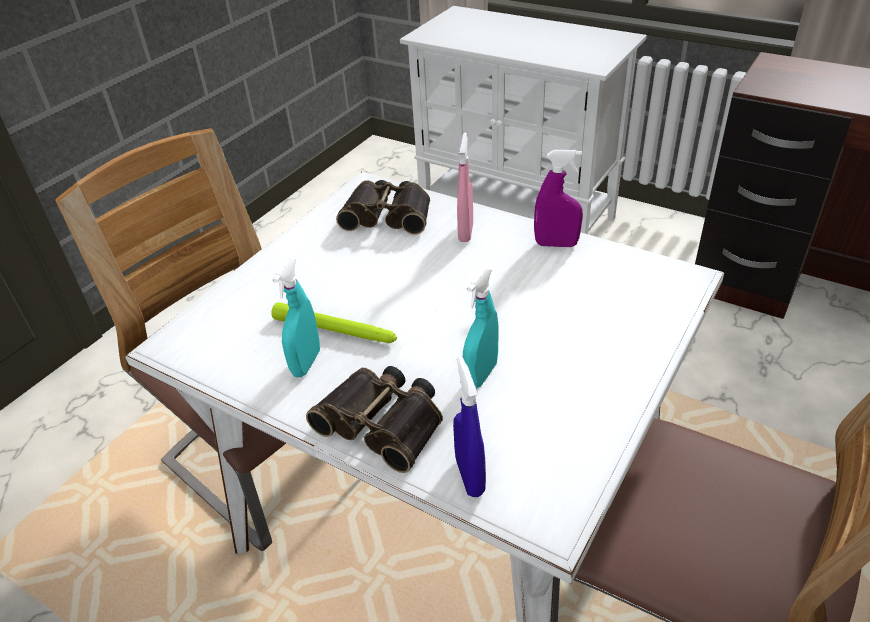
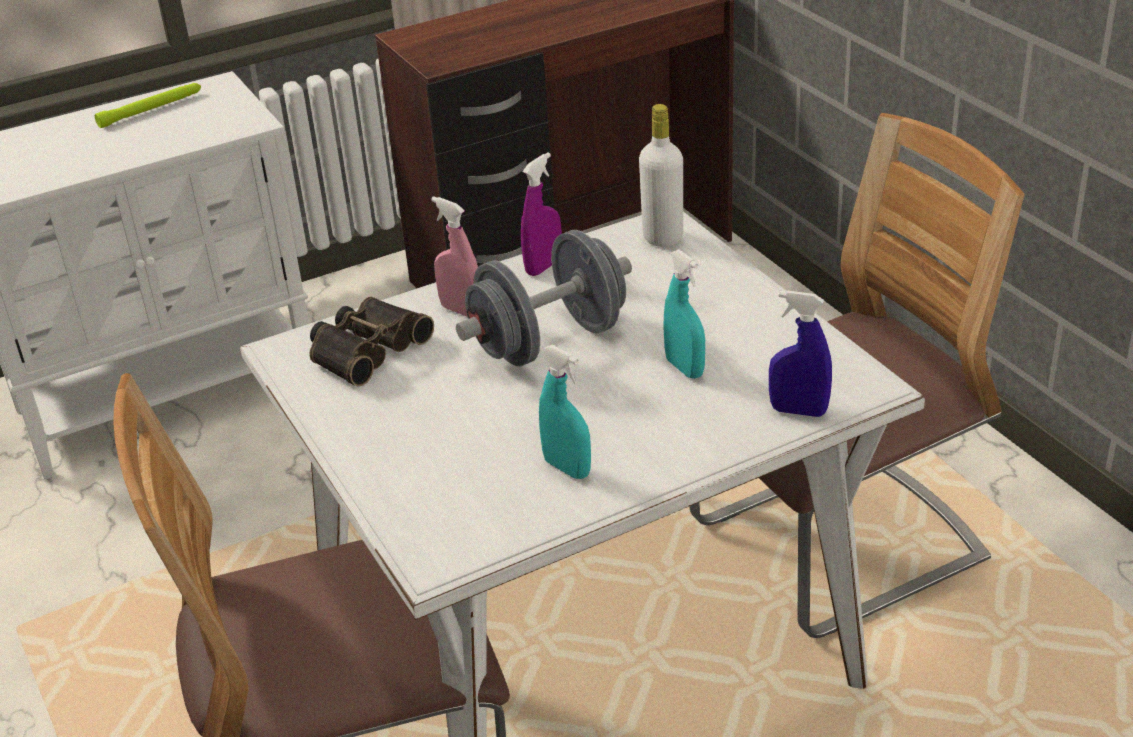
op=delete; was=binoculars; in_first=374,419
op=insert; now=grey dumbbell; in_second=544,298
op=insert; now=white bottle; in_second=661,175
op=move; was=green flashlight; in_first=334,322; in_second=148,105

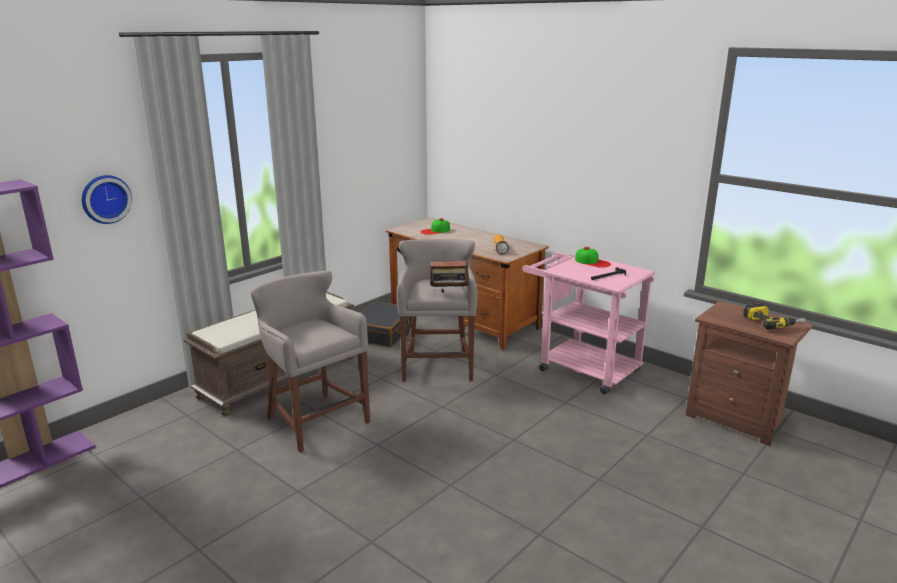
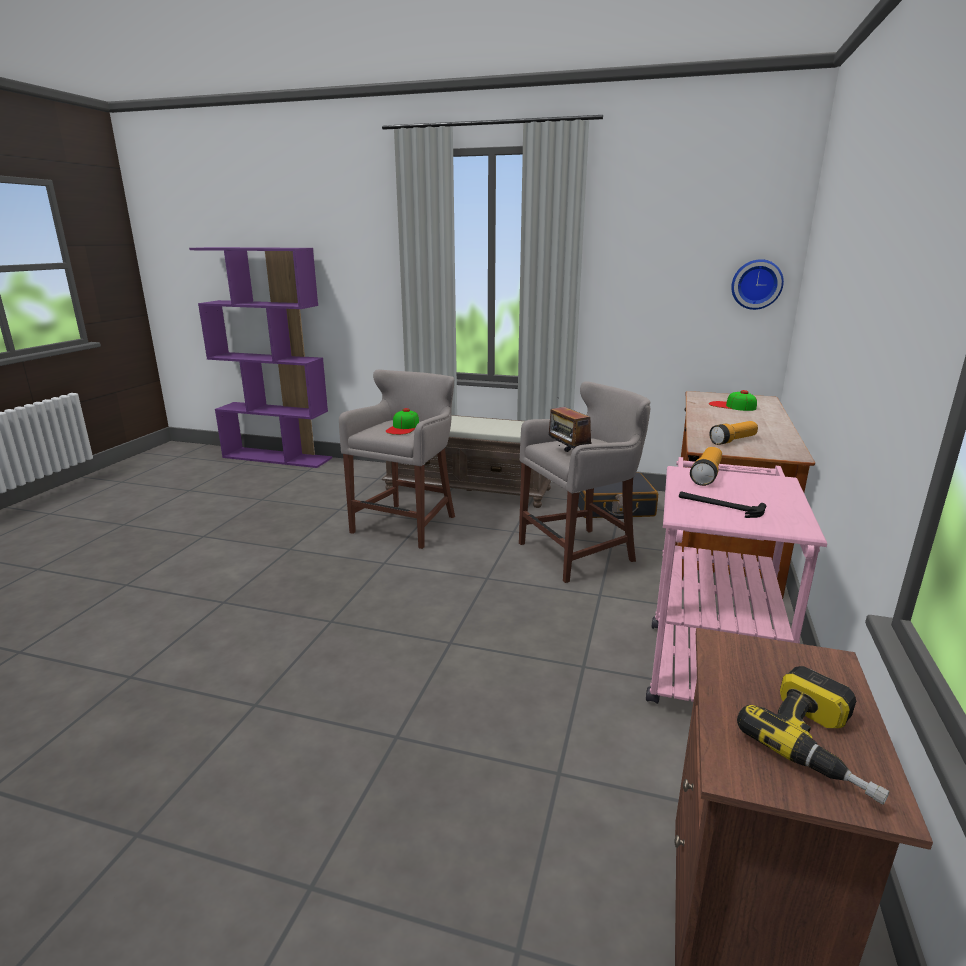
op=insert; now=flashlight; in_second=706,466
op=move; was=wall clock; in_first=107,199; in_second=757,284
op=move; was=cap; in_first=593,257; in_second=402,421

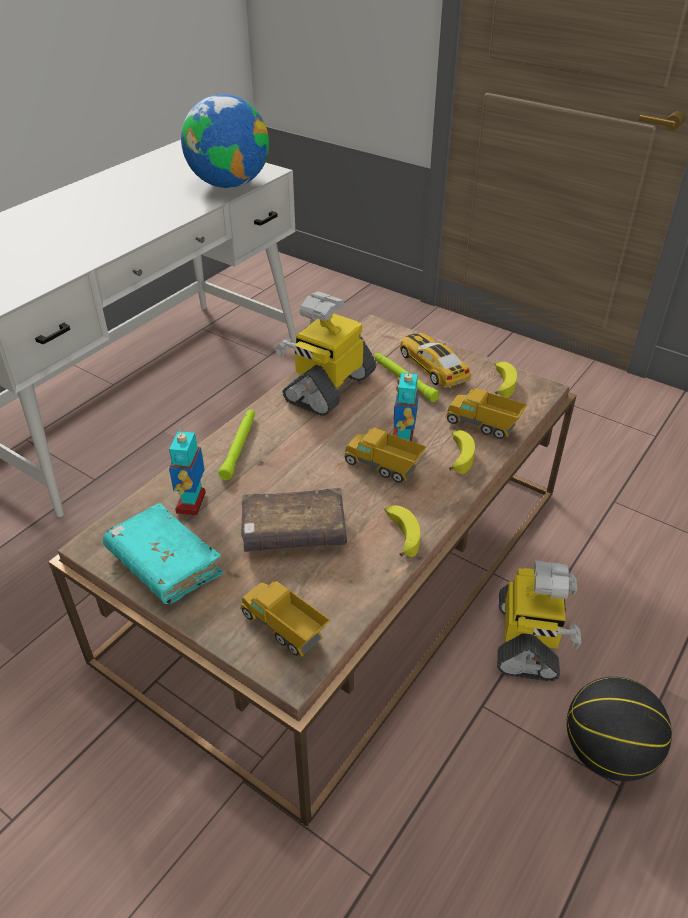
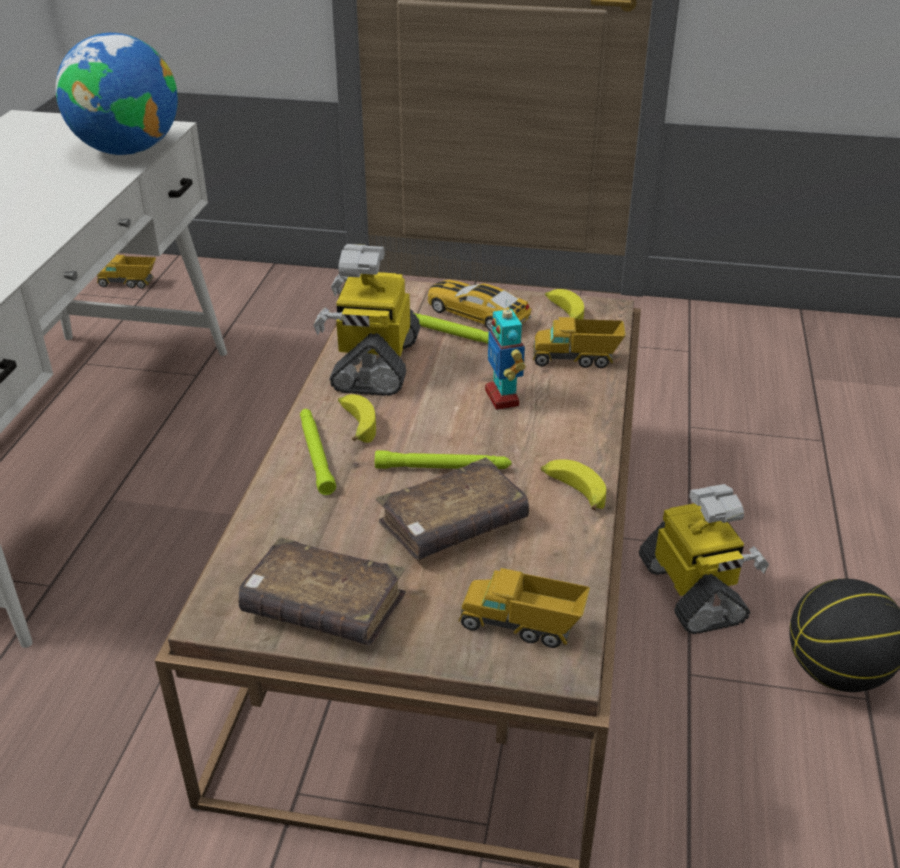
op=delete; was=toy robot; in_first=187,470
op=insert; now=green flashlight; in_second=443,459
op=move; was=toy truck; in_first=384,455; in_second=126,272
op=move; was=banana; in_first=462,452; in_second=357,418
op=recolor; was=turquoise book; now=brown book; in_first=163,553; in_second=322,591

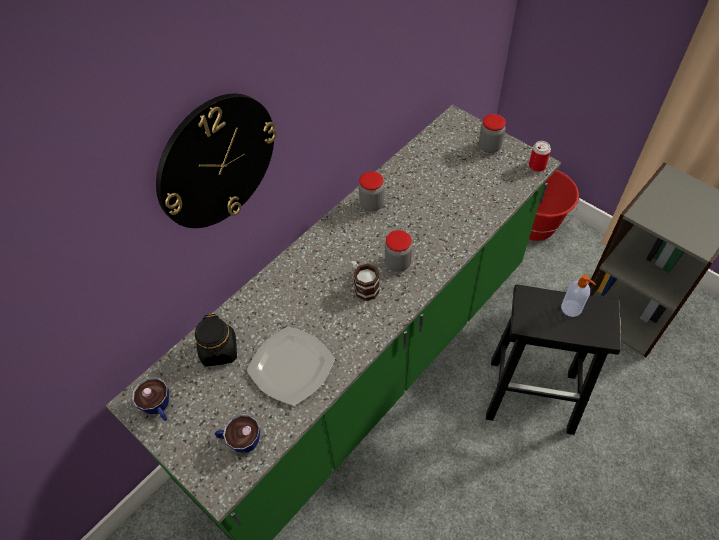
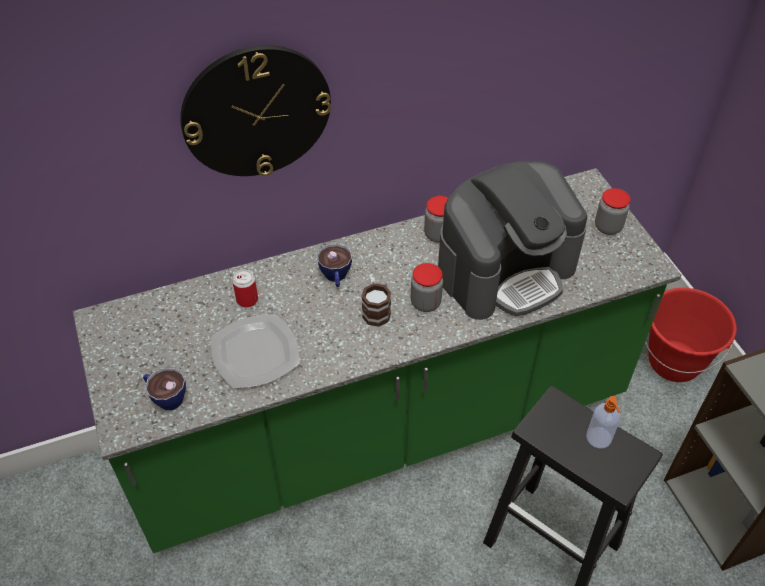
op=delete; was=black jar; in_first=216,340
op=insert; now=coffee machine; in_second=512,240
op=move; was=cup; in_first=150,399; in_second=334,265
op=move; was=can; in_first=540,156; in_second=245,288

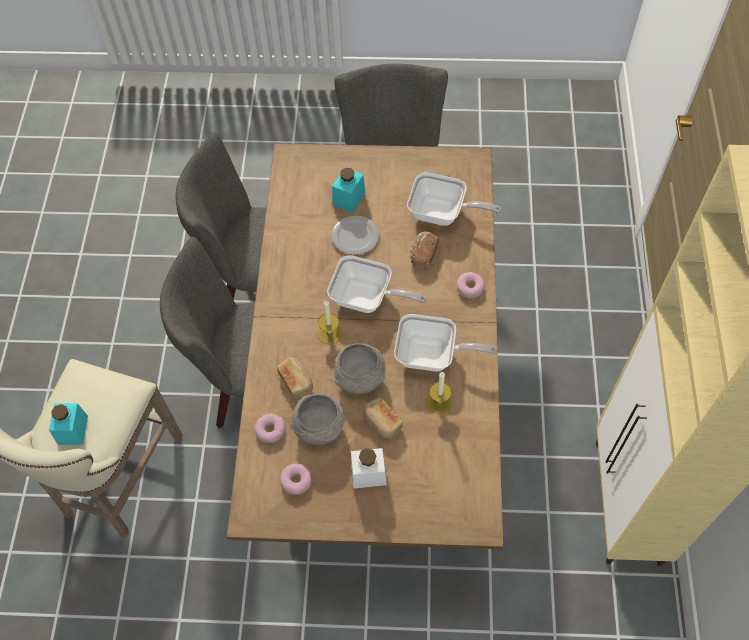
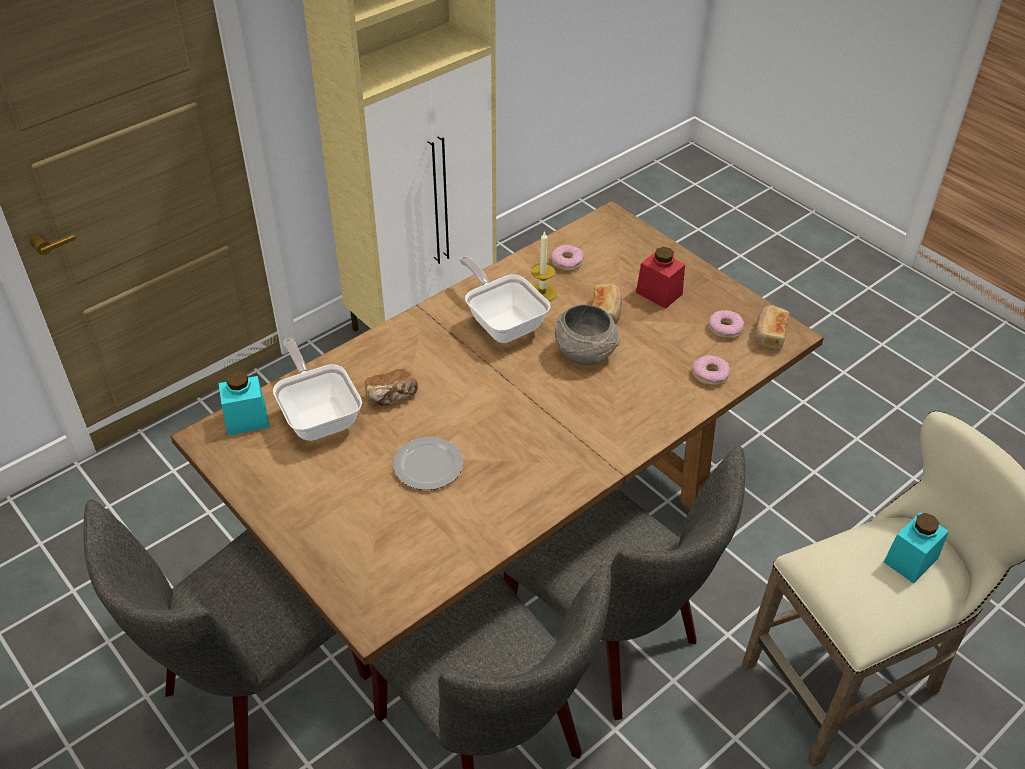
op=delete; was=grey bowl; in_first=317,419
op=delete; was=candle; in_first=330,322
op=delete; was=frying pan; in_first=376,284
op=move; was=bread; in_first=295,378; in_second=772,327
op=move; was=turquoise jar; in_first=348,190; in_second=244,403
op=move; was=donut; in_first=470,285; in_second=567,257
op=recolor; was=white jar; now=red jar; in_first=369,468; in_second=660,278

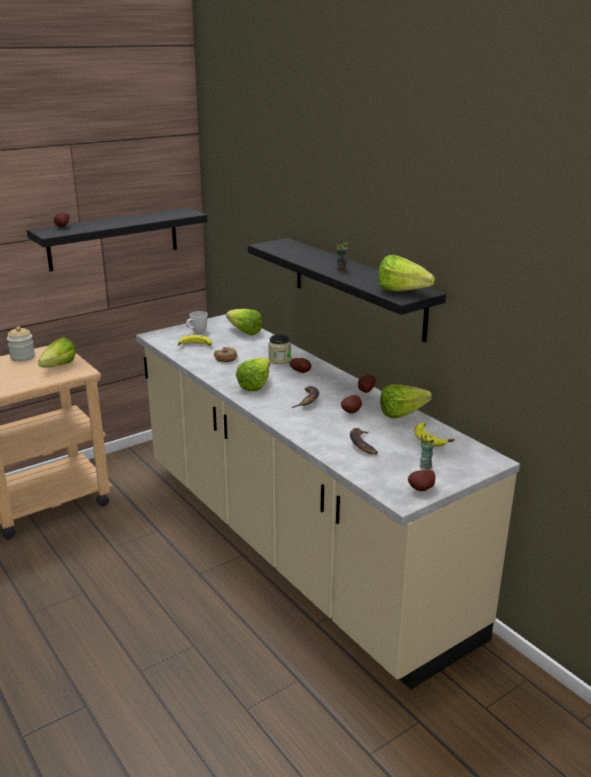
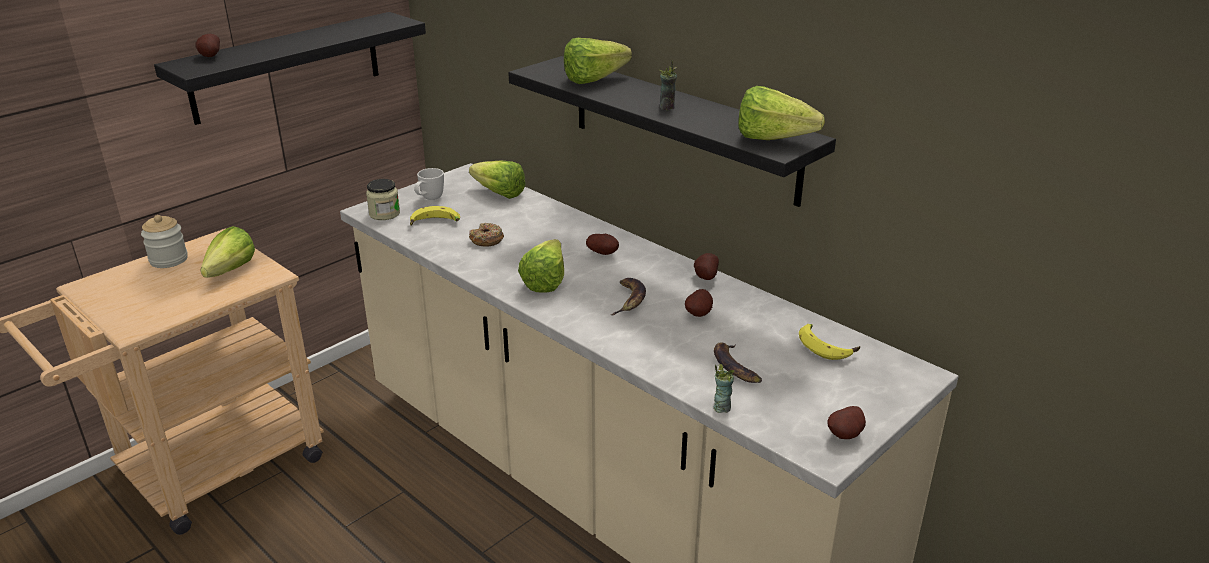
op=move; was=jar; in_first=279,349; in_second=383,199
op=move; was=lettuce; in_first=406,401; in_second=598,61
op=move; was=cup; in_first=426,452; in_second=723,388

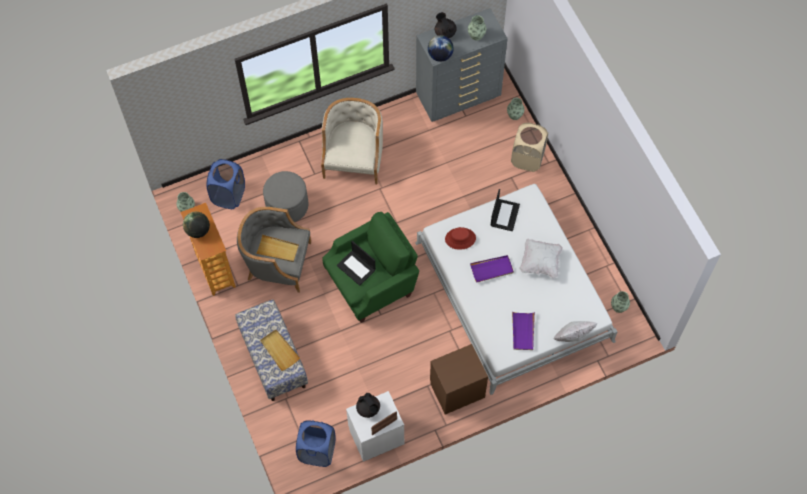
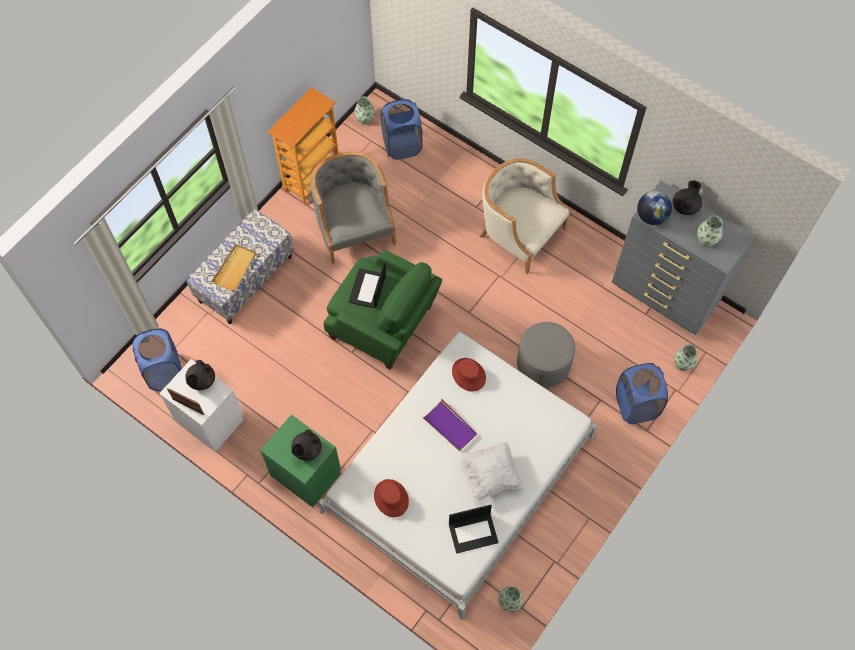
op=delete; was=globe; in_first=196,225
op=delete; was=beige tray; in_first=277,248
op=delete; was=white pillow; in_first=575,331
op=insert; now=black teapot; in_second=306,445
op=move; was=grey ottoman; in_first=285,196; in_second=546,355
op=move; was=laptop; in_first=505,210; in_second=473,529
op=replace; was=purple tray; now=red hat; in_first=523,330; in_second=391,498
op=recolor; was=brown nightstand; now=green nightstand; in_first=459,379; in_second=300,460
op=recolor; was=beige laundry basket; now=blue laundry basket; in_first=529,147; in_second=642,393
op=rotate; was=beige armchair; in_first=352,141; in_second=525,216; clockwise=-120

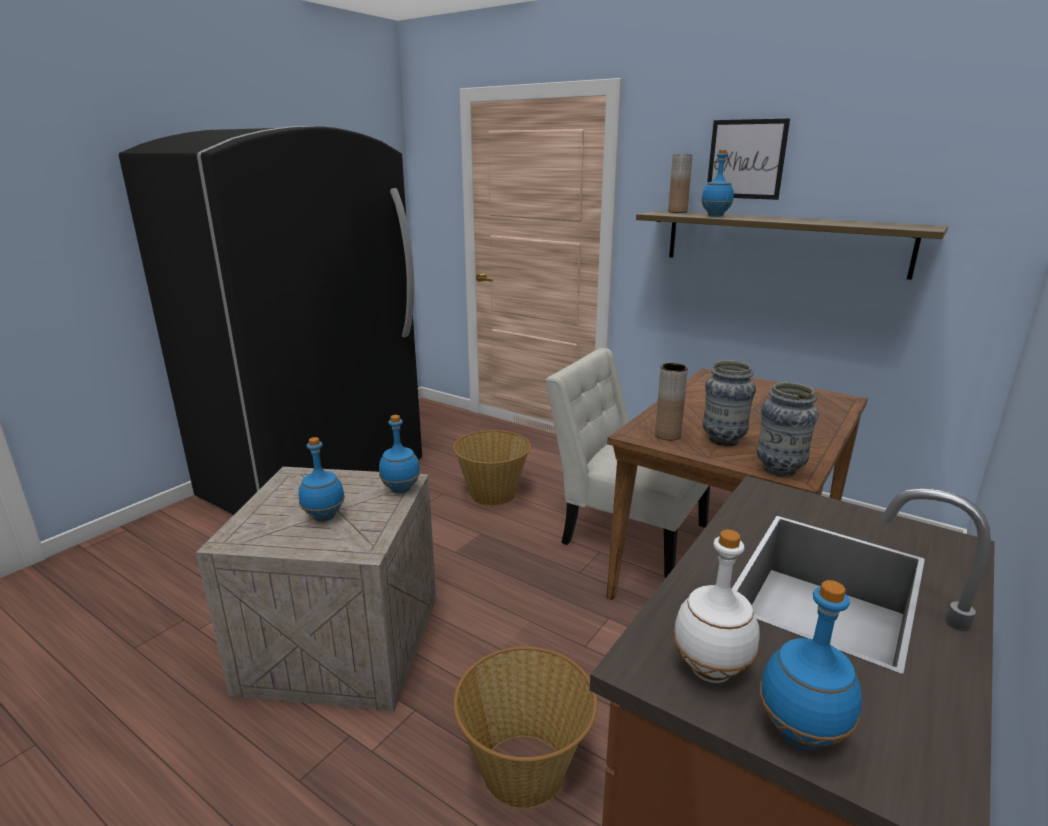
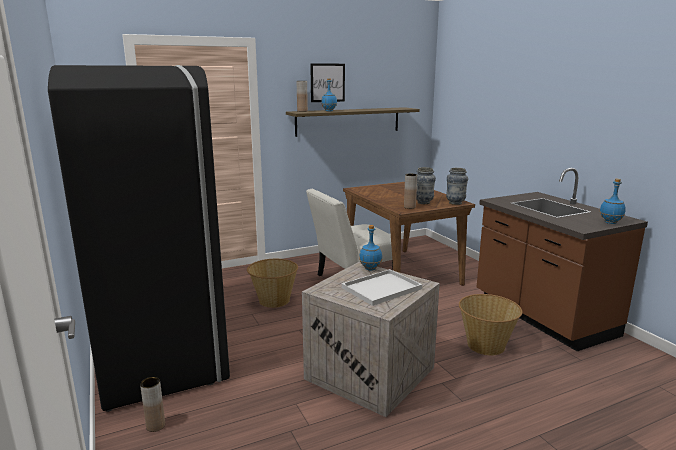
op=delete; was=white bottle; in_first=716,606
op=insert; now=brown vase; in_second=152,404
op=replace; was=blue bottle; now=white tray; in_first=322,479; in_second=382,287

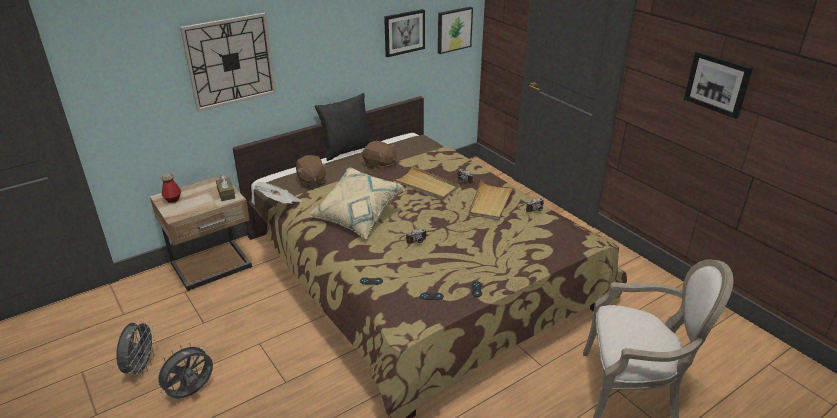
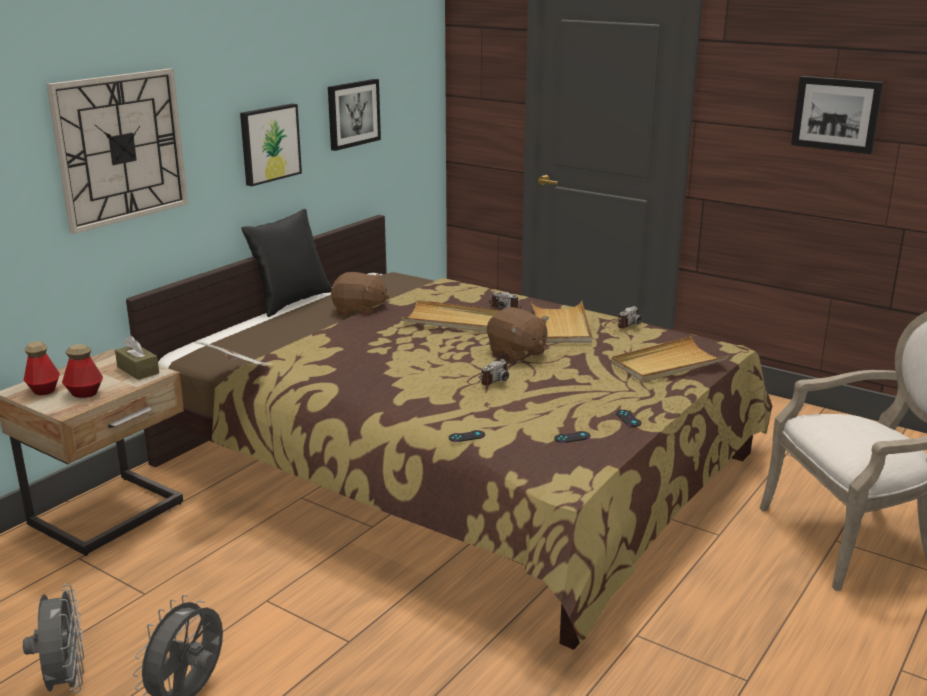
op=delete; was=beige pillow; in_first=357,204
op=insert; now=bottle; in_second=82,371
op=insert; now=beige tray; in_second=670,359
op=move; was=brown plush toy; in_first=311,171; in_second=518,334
op=move; was=picture; in_first=455,30; in_second=271,145

